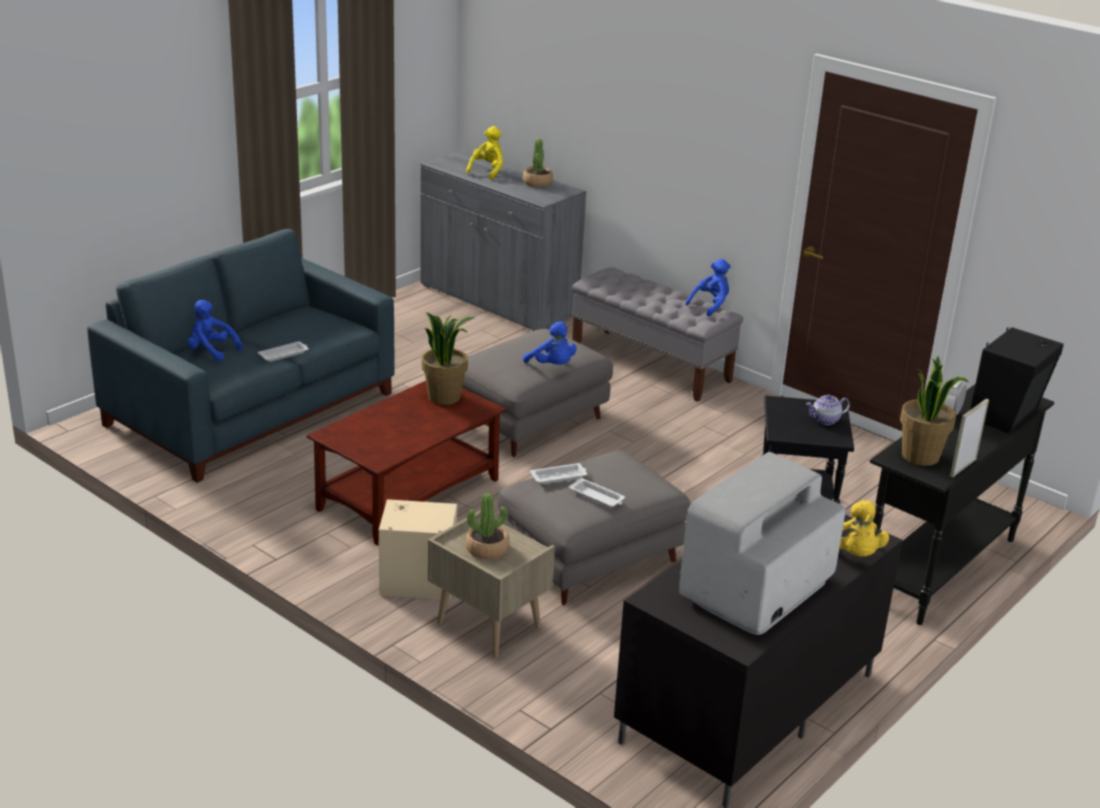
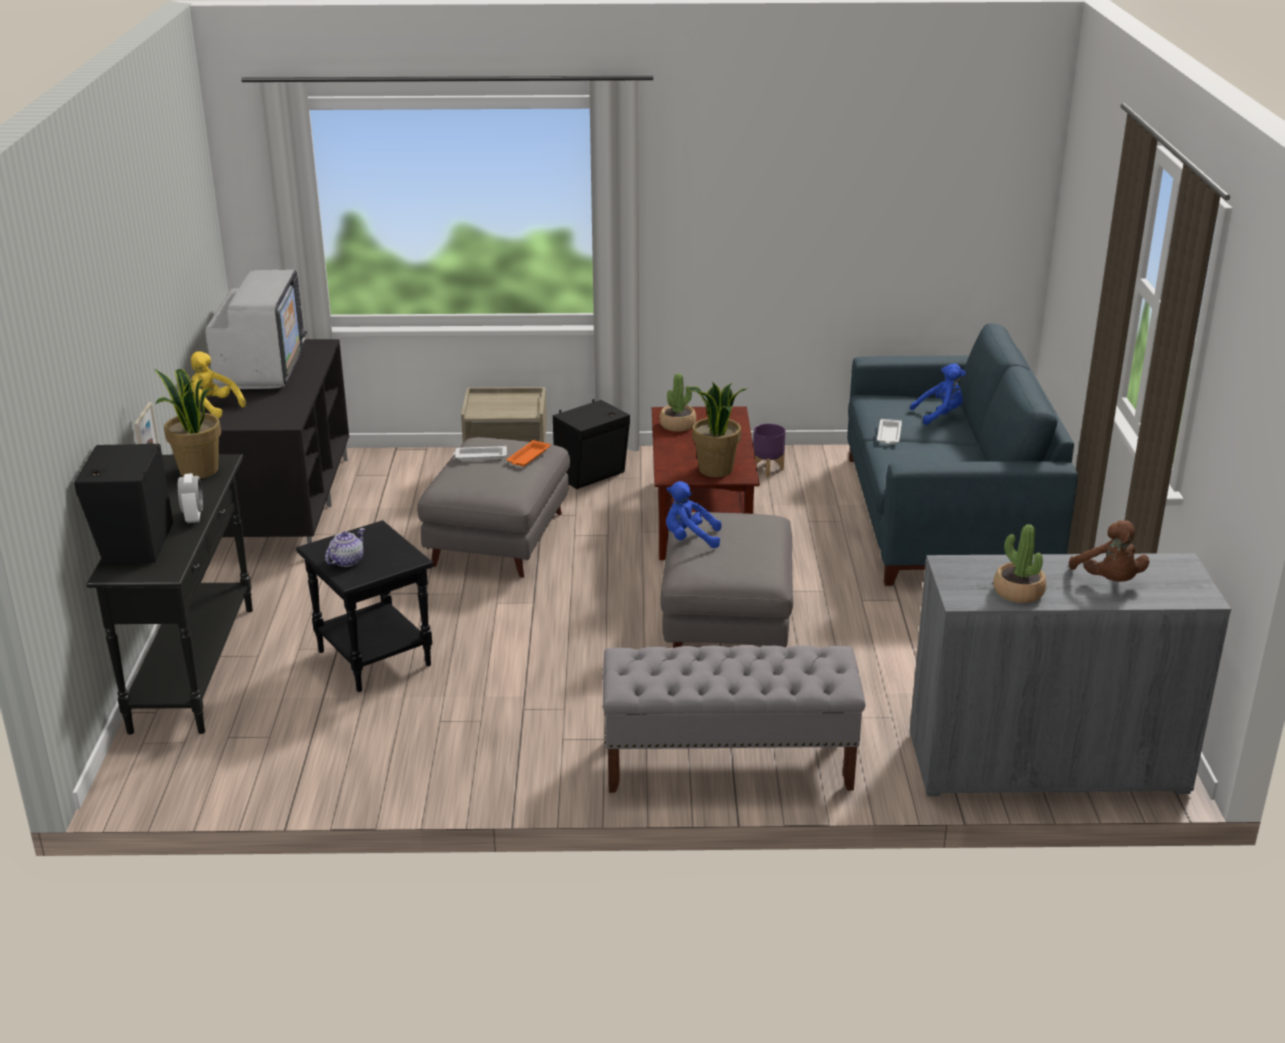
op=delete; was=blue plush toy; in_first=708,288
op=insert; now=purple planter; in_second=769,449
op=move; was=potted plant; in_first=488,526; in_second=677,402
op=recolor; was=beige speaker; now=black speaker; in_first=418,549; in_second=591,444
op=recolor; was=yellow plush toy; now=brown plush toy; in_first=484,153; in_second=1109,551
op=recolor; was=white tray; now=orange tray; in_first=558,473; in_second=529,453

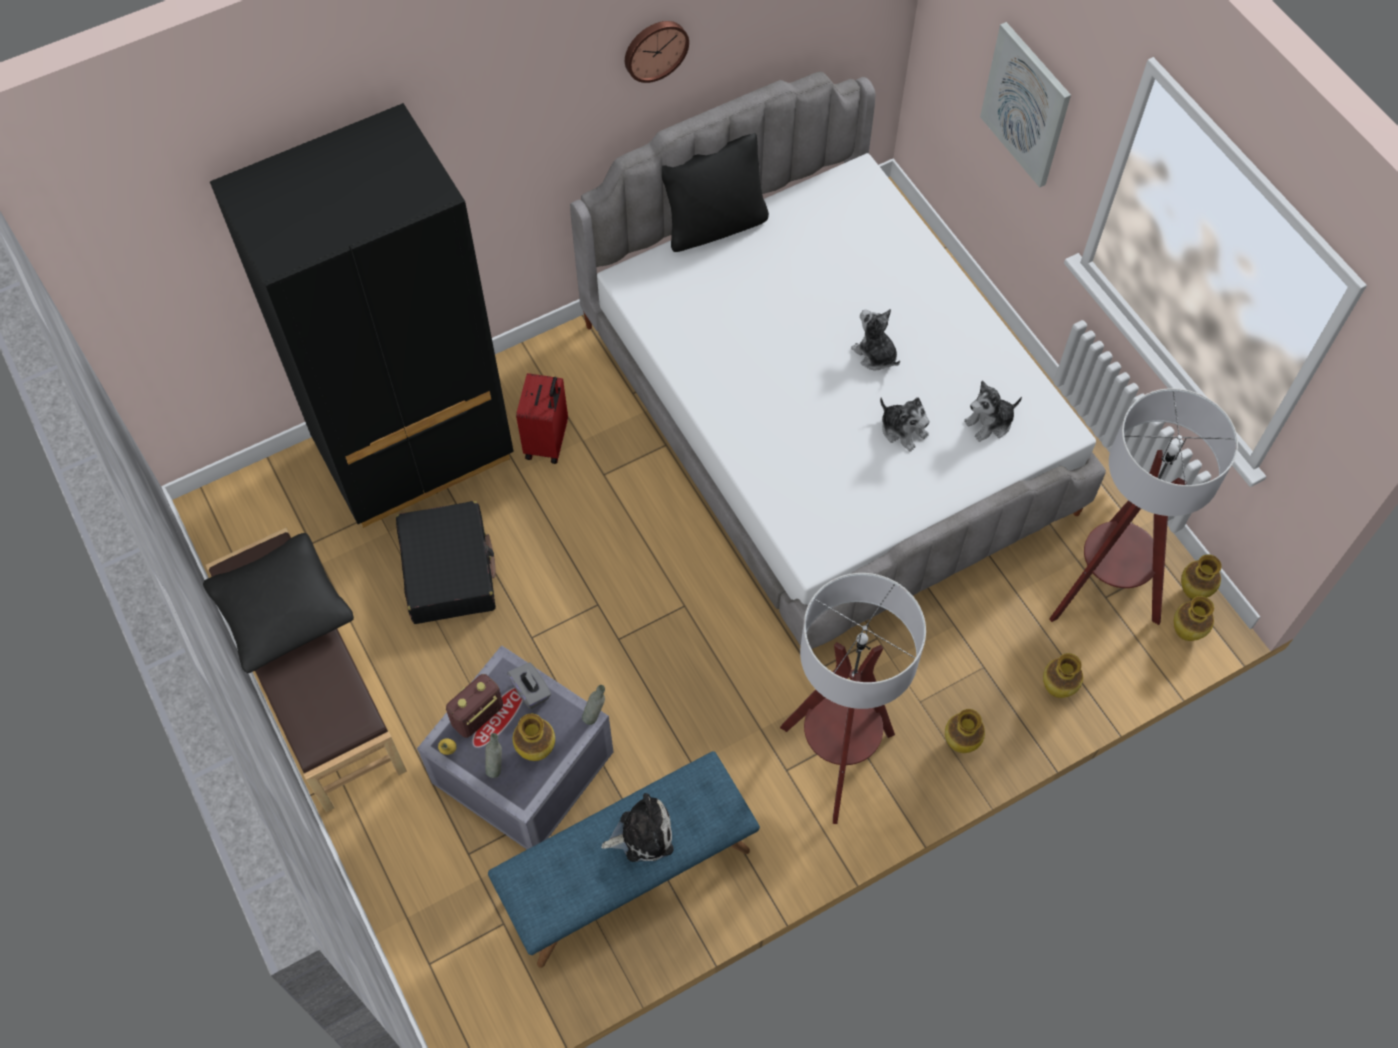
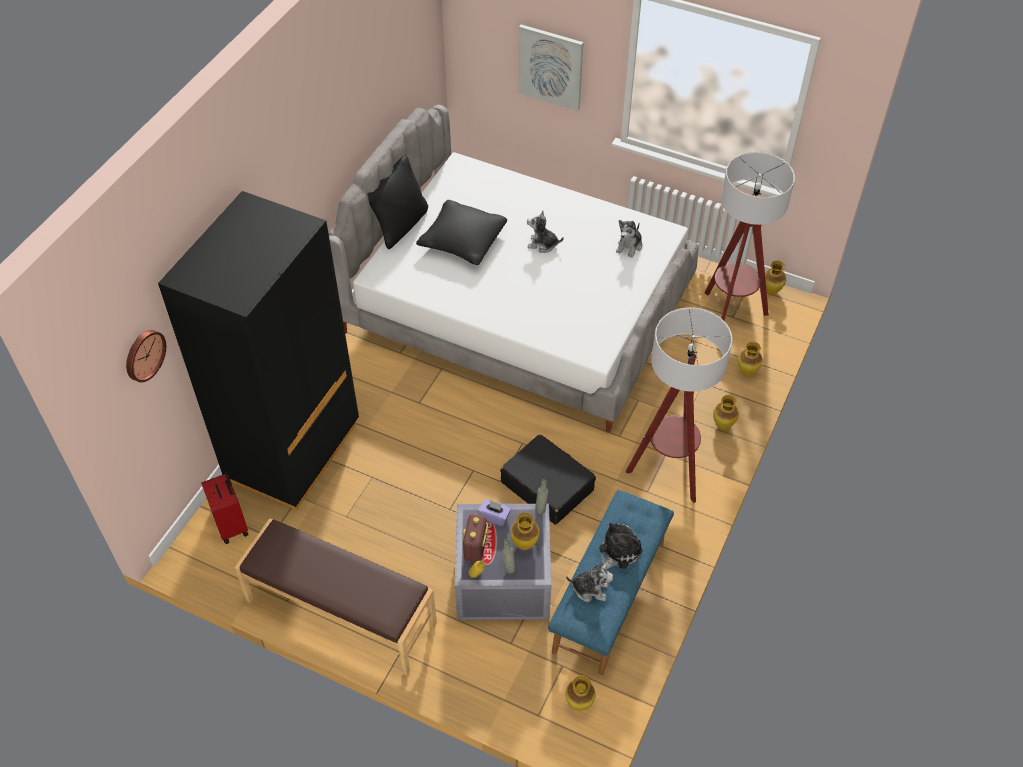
op=move; was=black pillow; in_first=278,603; in_second=461,232
op=move; was=black suitcase; in_first=446,562; in_second=548,479
op=move; was=red suitcase; in_first=542,418; in_second=224,508
op=move; was=wall clock; in_first=657,52; in_second=146,356
op=move; was=plush toy; in_first=905,424; in_second=589,582
op=move; was=vase; in_first=1194,618; in_second=580,693
op=recolor; was=grey tissue box; now=purple tissue box; in_first=529,685; in_second=494,513

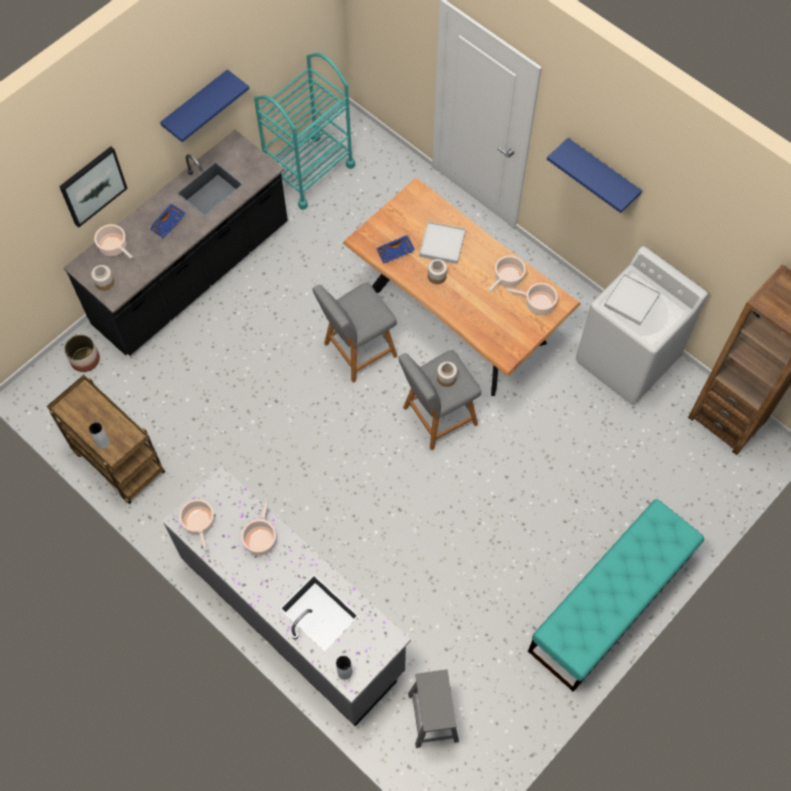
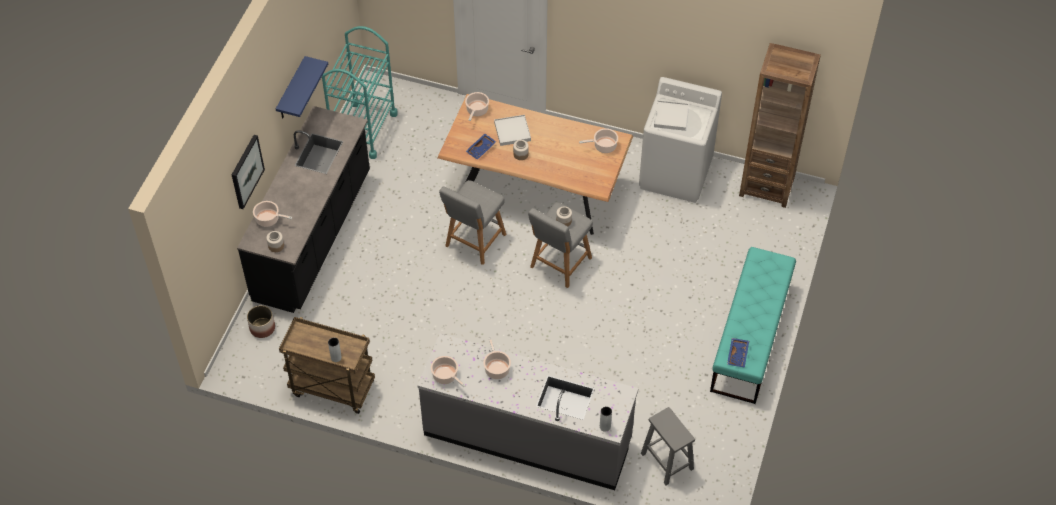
op=delete; was=blue shelf; in_first=594,175
op=move; was=blue tray; in_first=167,221; in_second=738,353
op=move; was=cooking pot; in_first=507,273; in_second=477,106

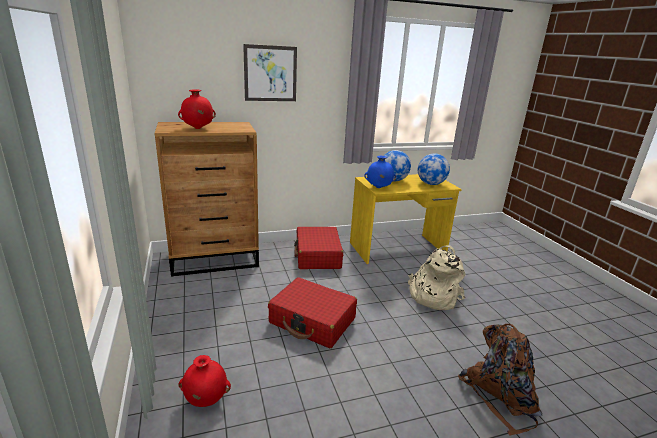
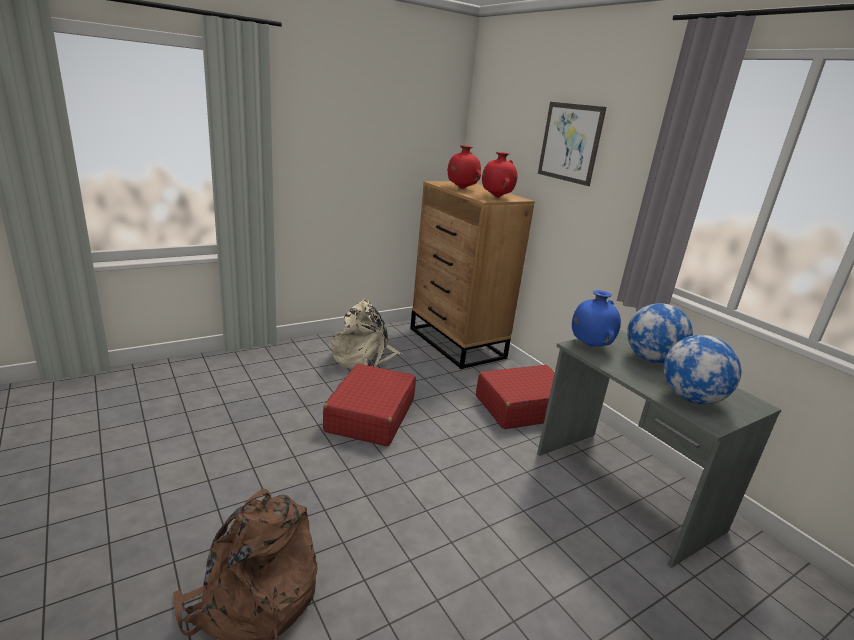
op=move; was=red vase; in_first=204,381; in_second=500,175
op=move; was=beige backpack; in_first=437,277; in_second=367,334
op=recolor; was=yellow desk; now=grey desk; in_first=406,219; in_second=659,449

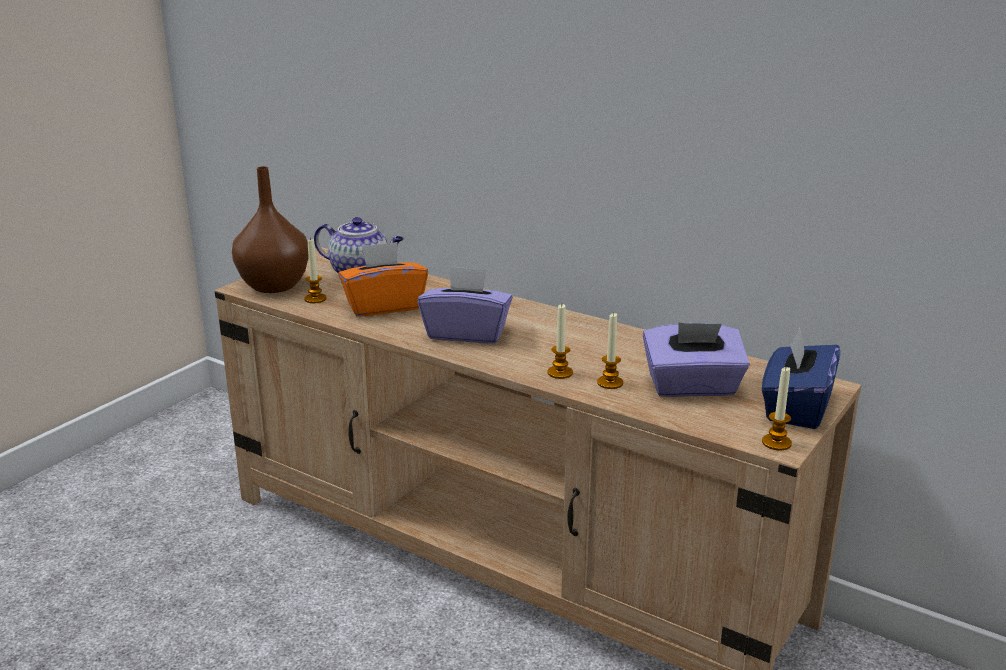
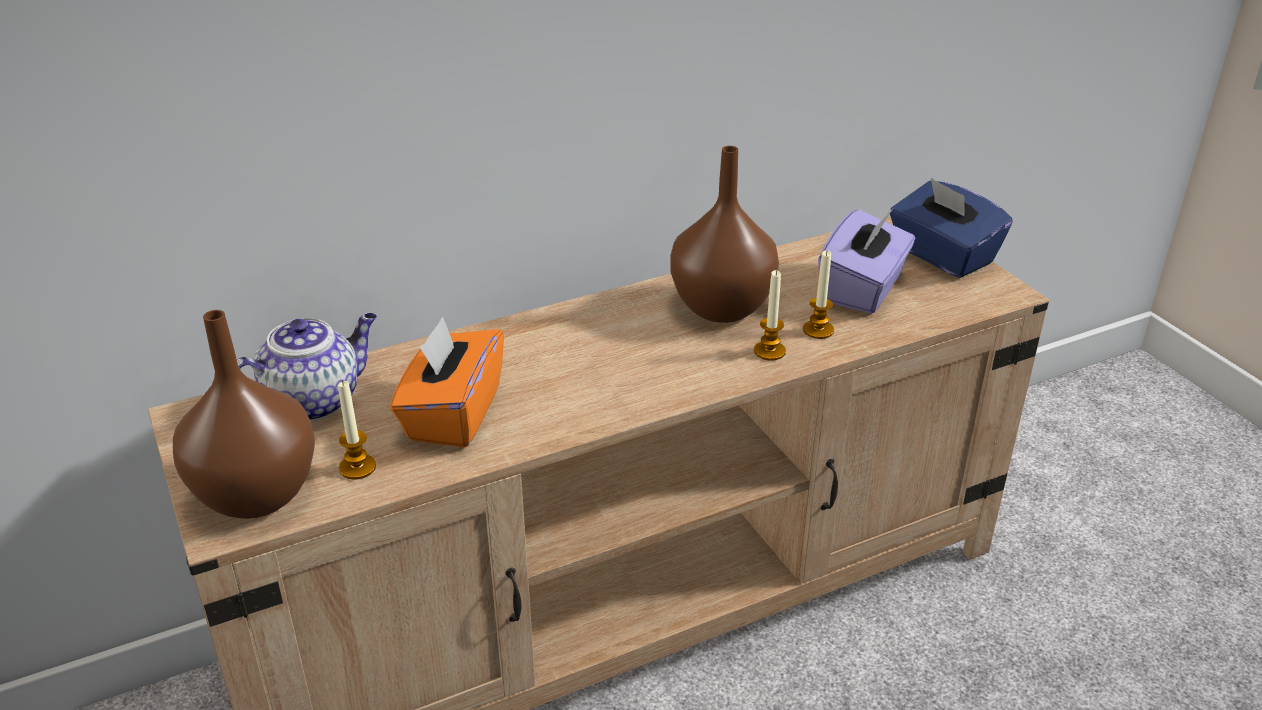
op=delete; was=purple tissue box; in_first=465,304
op=delete; was=candle; in_first=777,408
op=insert; now=brown vase; in_second=724,234

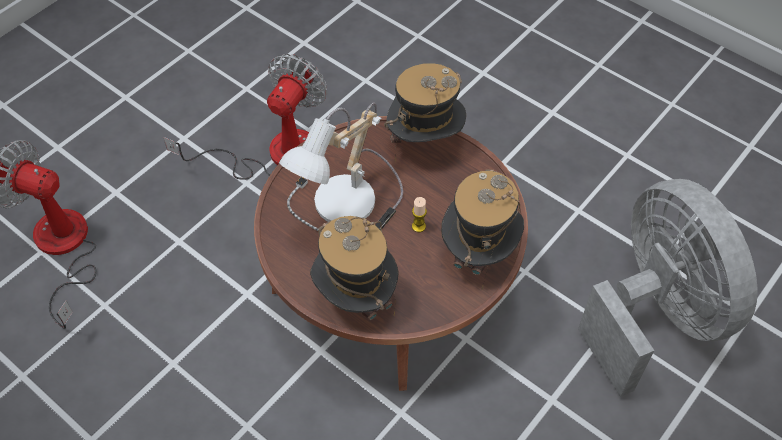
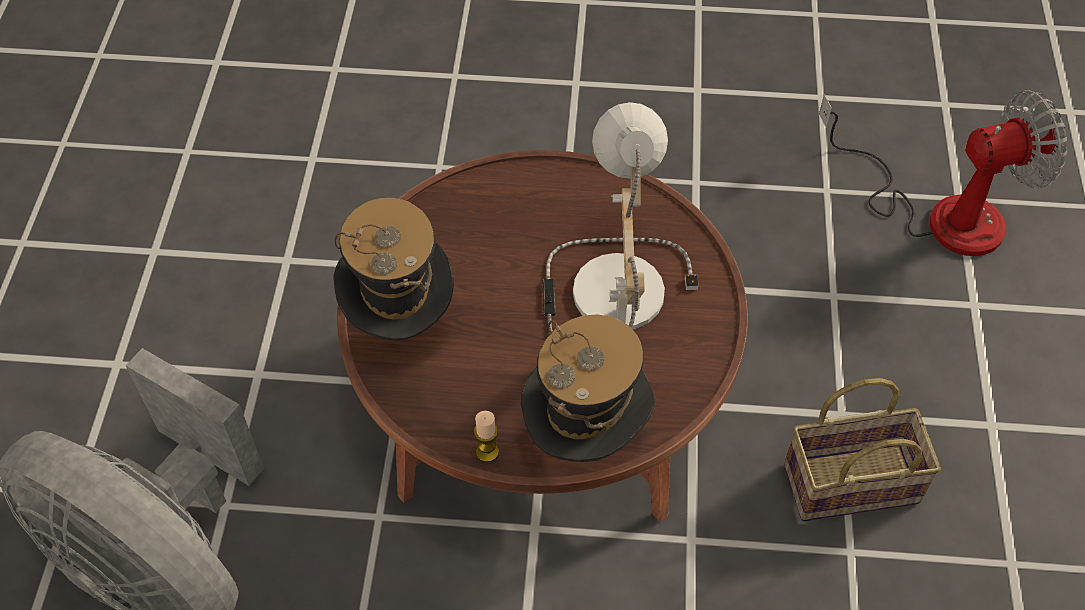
op=delete; was=hat; in_first=354,268
op=move; was=candle; in_first=419,214; in_second=486,436
op=replace; was=fan; now=basket; in_first=245,117; in_second=862,449

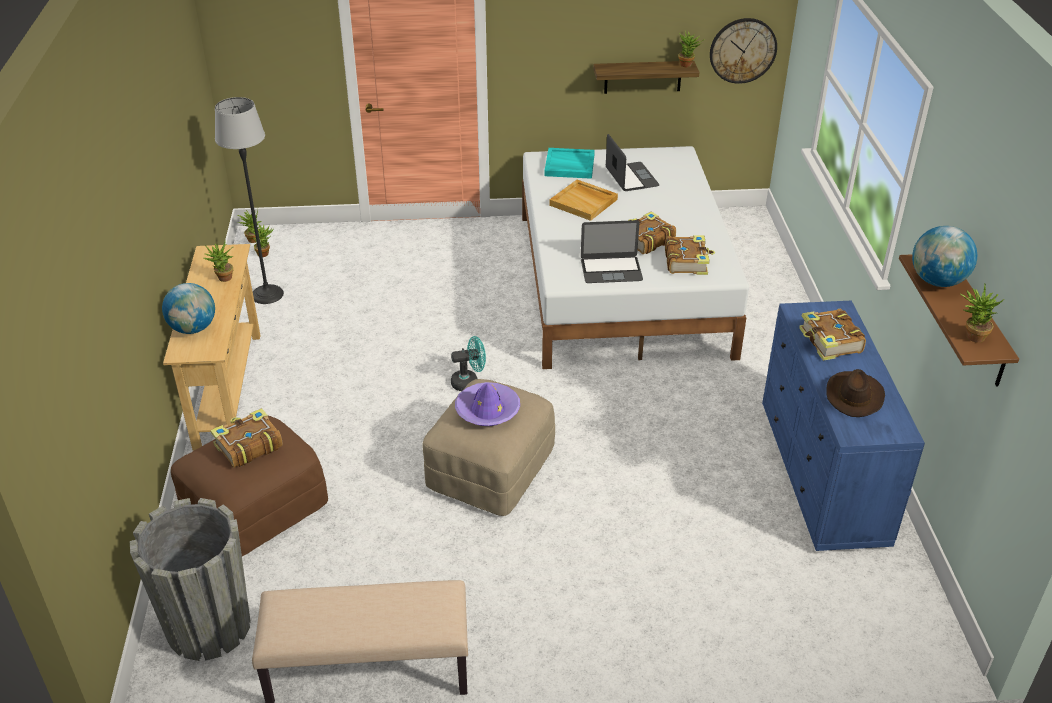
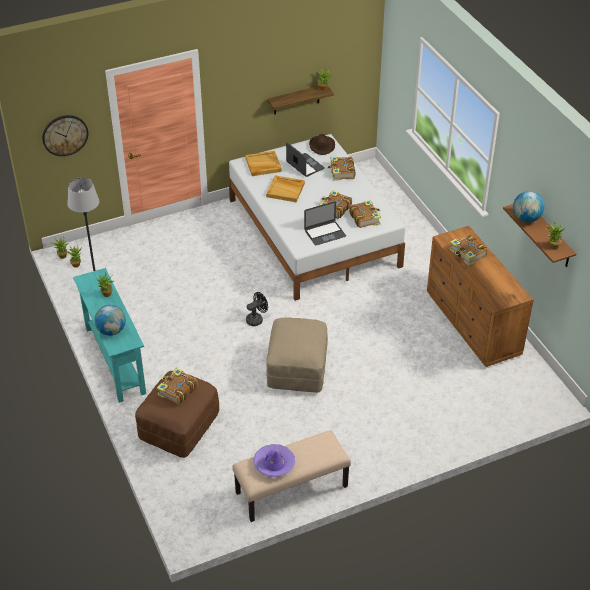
op=delete; was=grey planter; in_first=190,579
op=insert; now=book; in_second=341,169
op=move; was=purple hat; in_first=487,404; in_second=274,460
op=move; was=wall clock; in_first=743,51; in_second=65,135
op=move; was=brown hat; in_first=855,393; in_second=322,144
op=recolor; was=beige console table; now=turquoise console table; in_first=211,347; in_second=109,335
op=recolor; was=turquoise fan; now=black fan; in_first=468,363; in_second=257,309
op=recolor; was=turquoise tray; now=beige tray; in_first=569,163; in_second=263,163
op=recolor; was=blue dresser; now=brown dresser; in_first=843,426; in_second=480,296

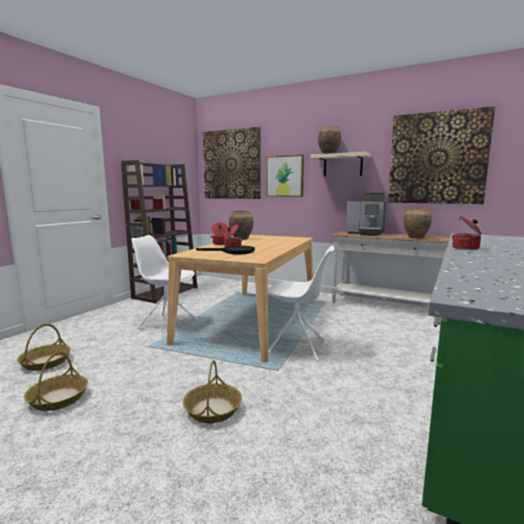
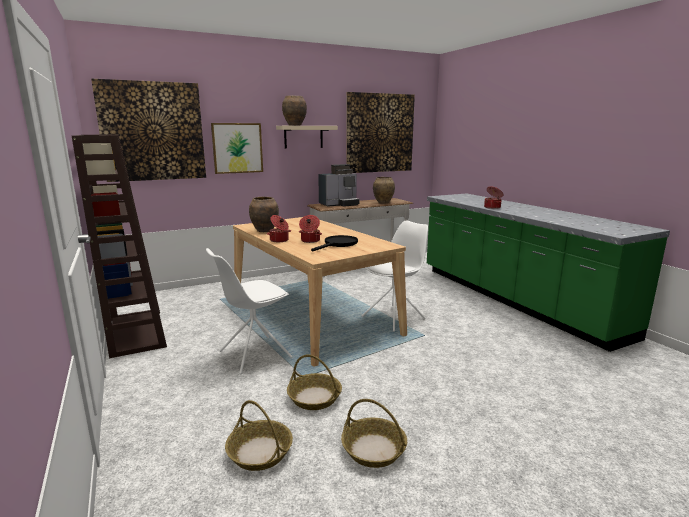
op=move; was=basket; in_first=212,391; in_second=314,382

